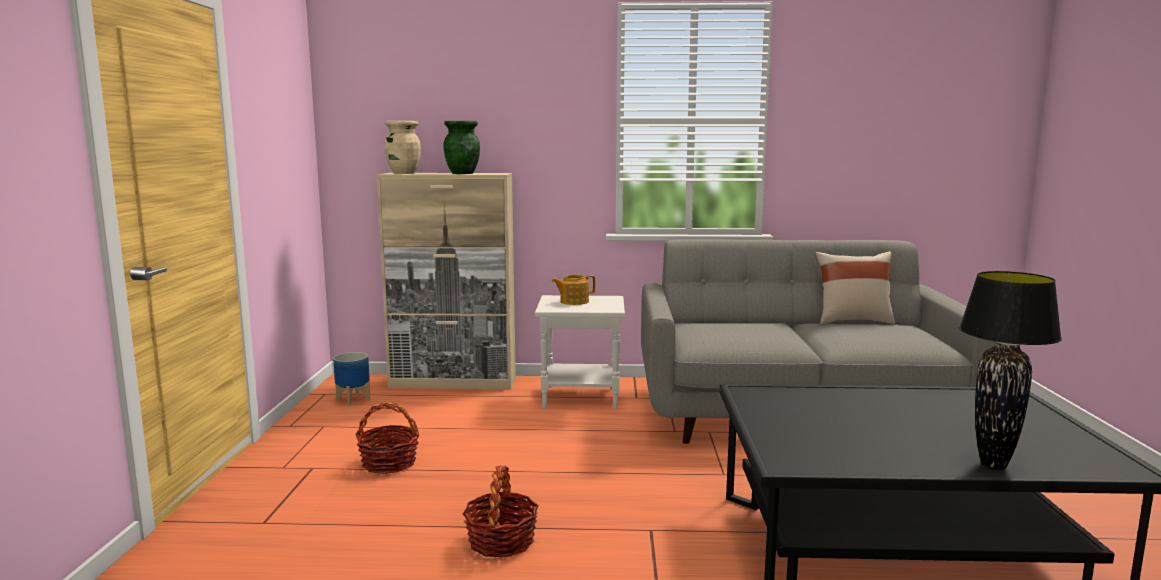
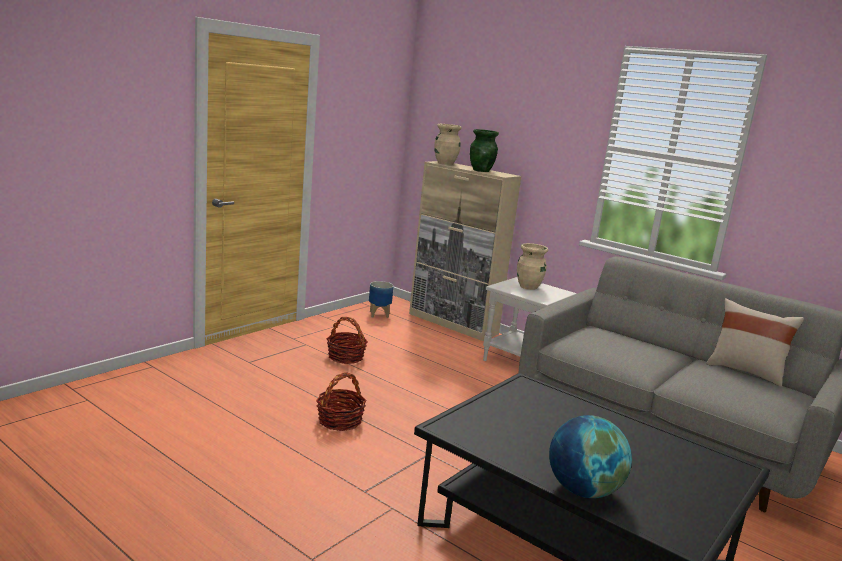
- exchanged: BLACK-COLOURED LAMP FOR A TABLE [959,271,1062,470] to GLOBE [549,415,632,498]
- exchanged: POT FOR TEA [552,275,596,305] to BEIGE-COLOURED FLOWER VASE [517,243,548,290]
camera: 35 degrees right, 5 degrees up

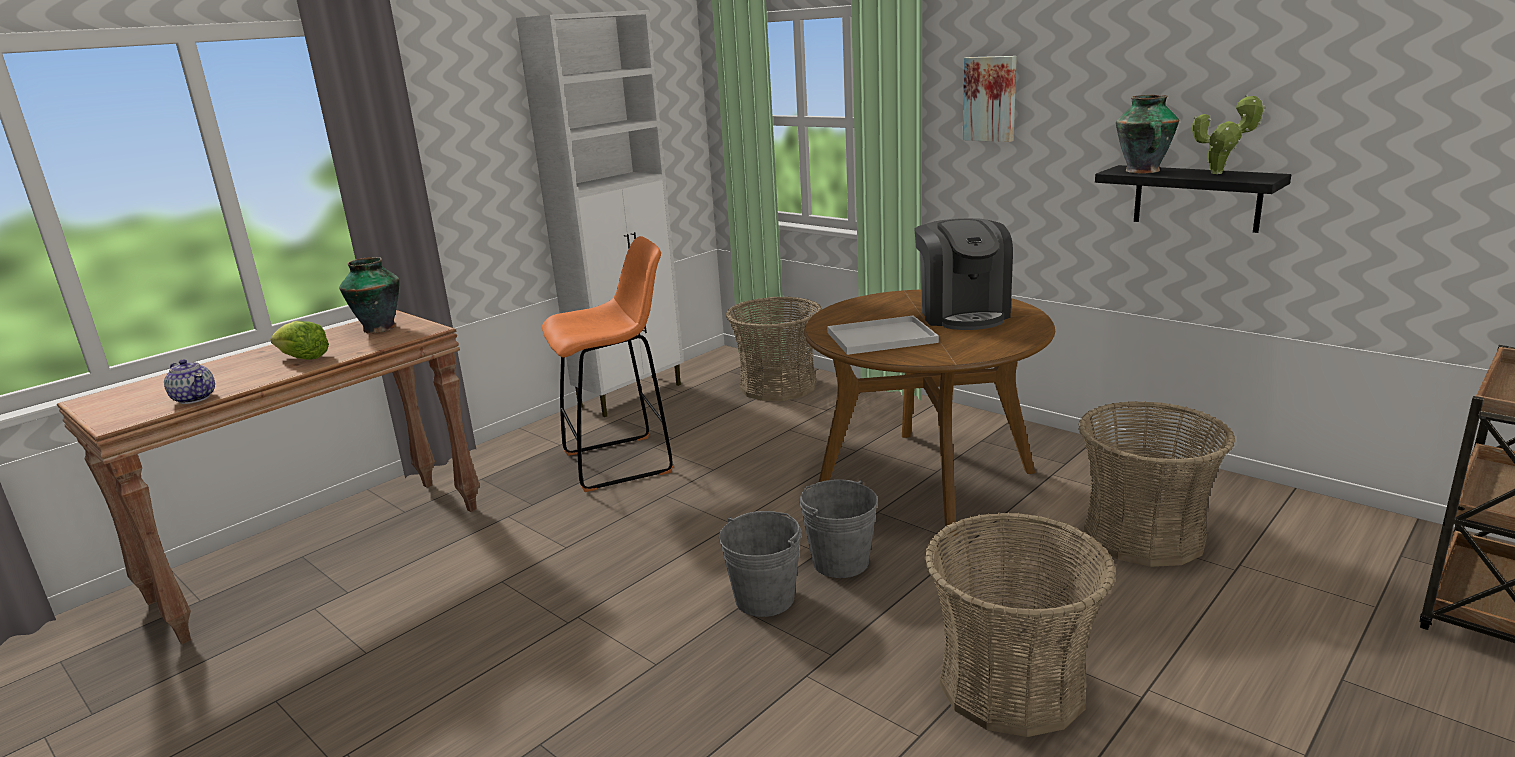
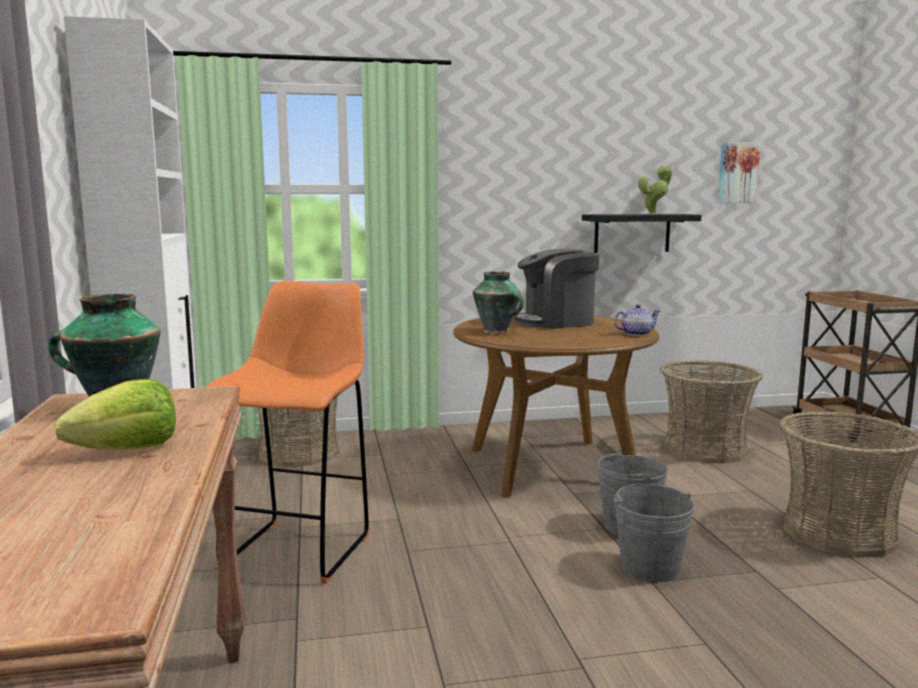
- relocated: WALL ART [963,56,1017,142] to [718,142,761,203]
- relocated: FLOWER VASE [1116,95,1179,173] to [473,271,524,334]
- spun: COFFEE BREWER [914,218,1013,330] = [514,249,599,329] 135 degrees clockwise
- missing: WHITE-COLOURED CARRYING TRAY [827,316,939,355]
- relocated: POT FOR TEA [164,359,215,404] to [614,304,660,336]
camera: 55 degrees left, 10 degrees down

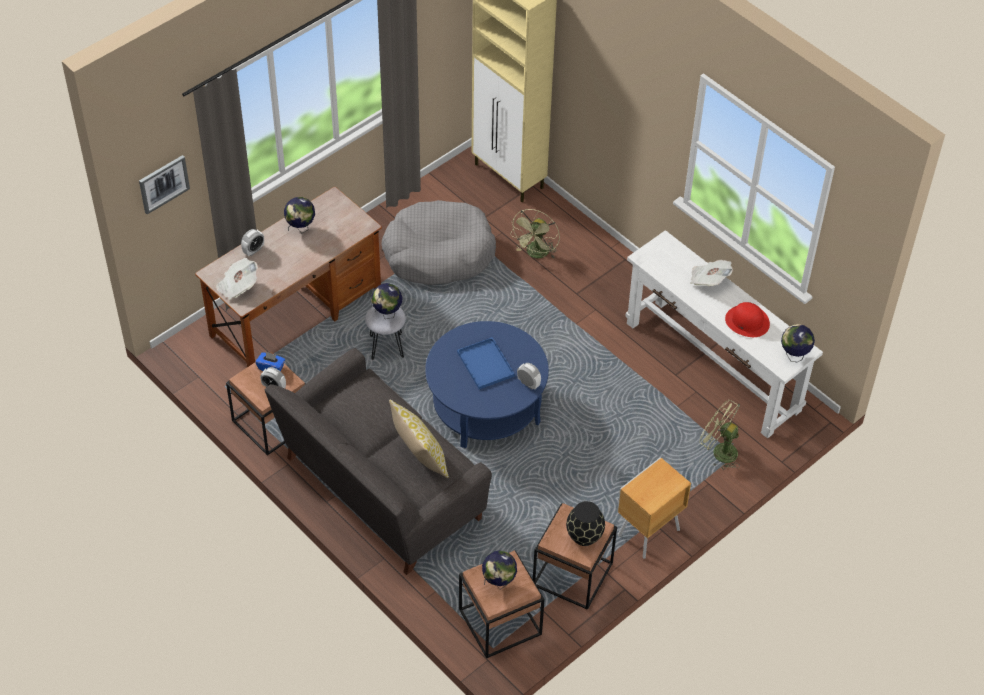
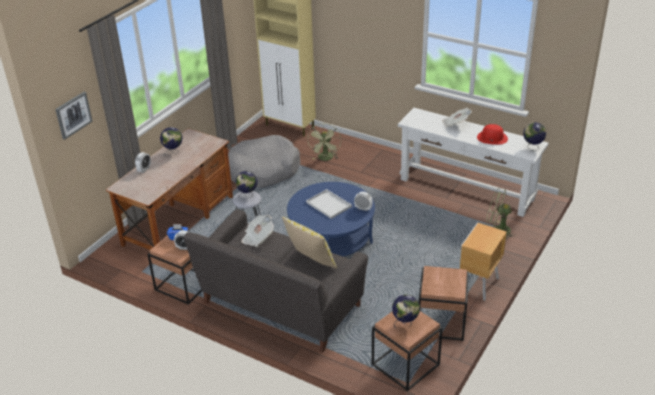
- relocated: NEWSPAPER [216,258,258,300] to [241,215,274,247]
- colour: BLUE CARRYING TRAY [457,337,515,389] to WHITE-COLOURED CARRYING TRAY [306,189,352,219]
- missing: BLACK-COLOURED FLOWER VASE [566,501,605,546]
camera: 15 degrees left, 15 degrees down

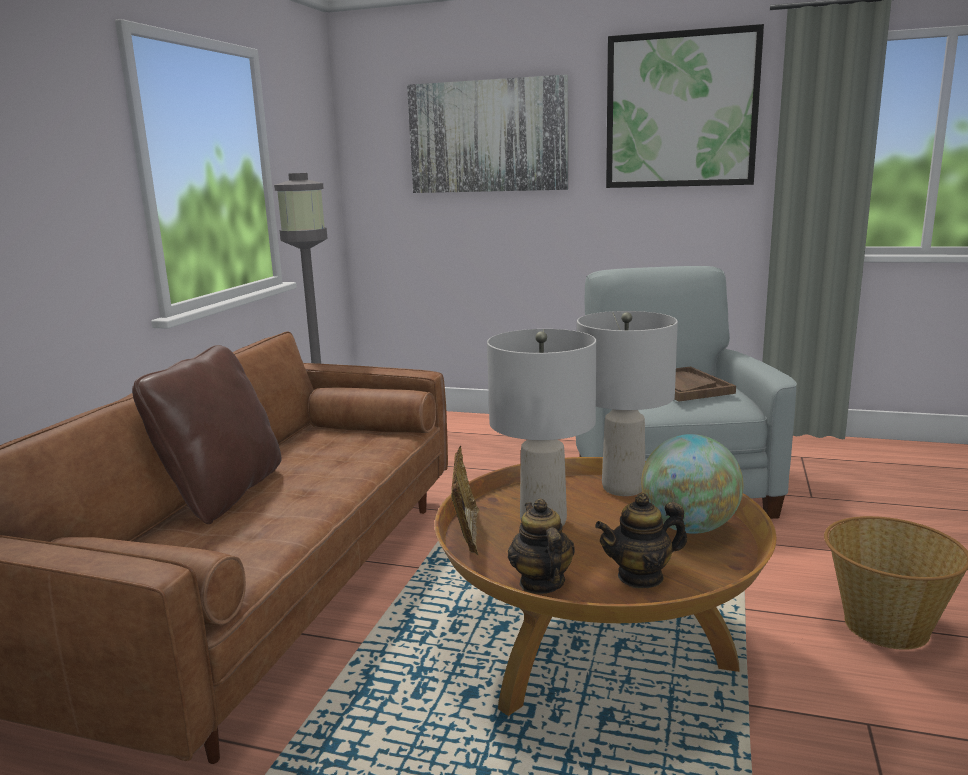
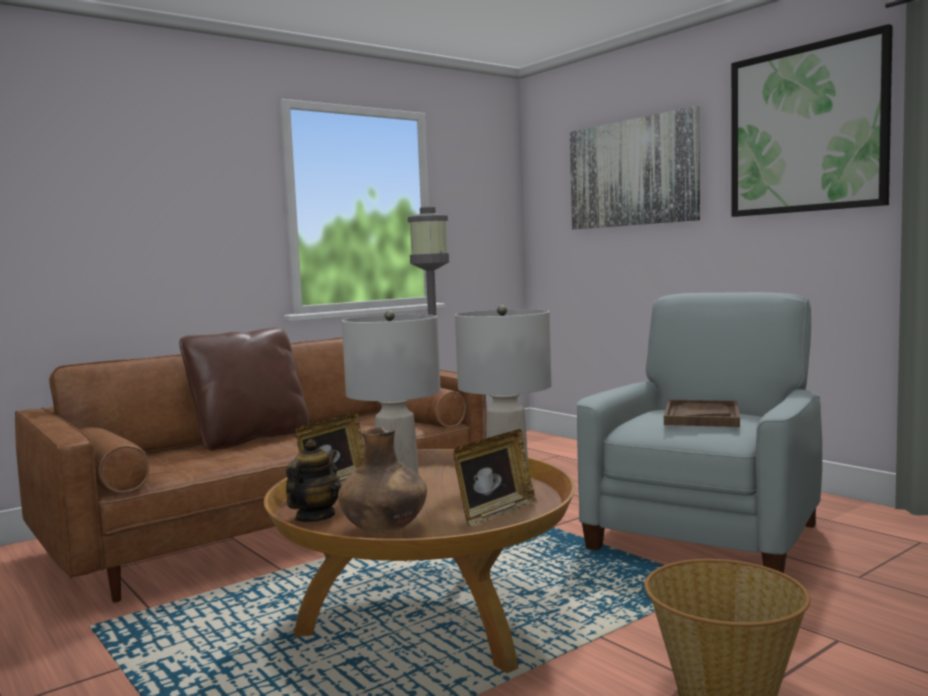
- exchanged: GLOBE [641,434,743,534] to STANDING FRAME [453,429,537,527]
- exchanged: POT FOR TEA [595,493,687,588] to BROWN-COLOURED FLOWER VASE [338,427,427,533]
camera: 35 degrees right, 10 degrees down

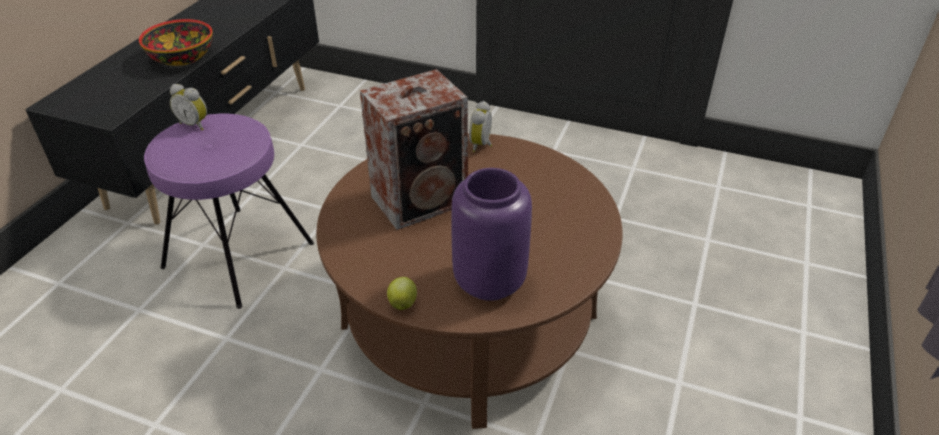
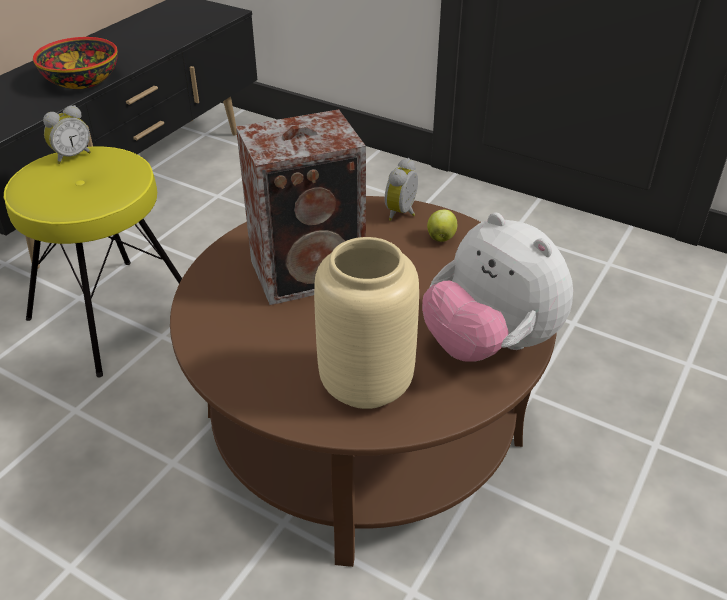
- spun: TABLE CLOCK [170,84,207,130] = [43,105,91,164] 75 degrees counterclockwise
- colour: PURPLE-COLOURED STOOL SEAT [144,114,314,309] to YELLOW-COLOURED STOOL SEAT [4,147,182,377]
- colour: PURPLE-COLOURED FLOWER VASE [451,168,532,301] to BEIGE-COLOURED FLOWER VASE [314,237,419,409]
- relocated: WHOLE APPLE [387,277,417,310] to [427,210,457,242]
- appeared: CUDDLY TOY [422,213,573,362]
camera: 10 degrees right, 0 degrees up

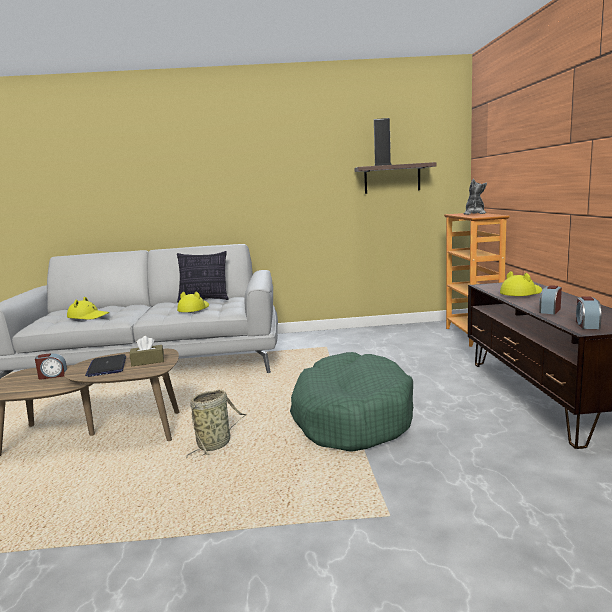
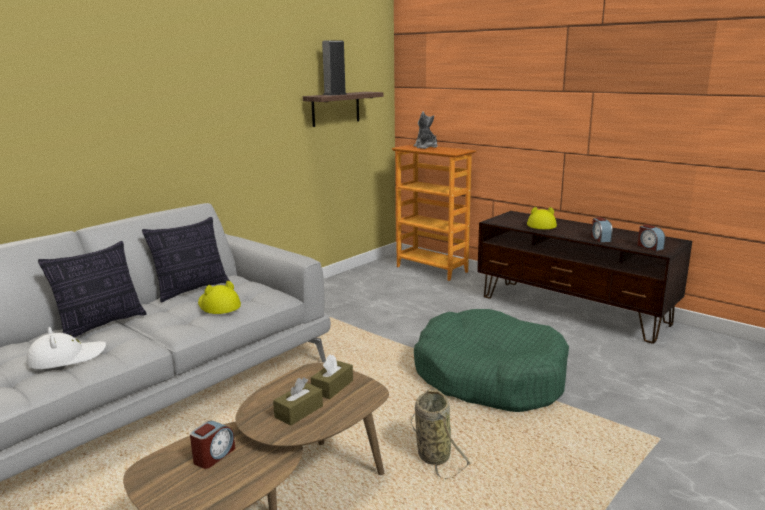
- colour: YELLOW-COLOURED CLOTHING HAT [67,297,109,320] to WHITE-COLOURED CLOTHING HAT [26,327,106,369]
- exchanged: LAPTOP [85,354,126,377] to BROWN-COLOURED TISSUE BOX [273,377,323,426]
- appeared: CUSHION [38,241,146,338]
camera: 45 degrees left, 5 degrees up

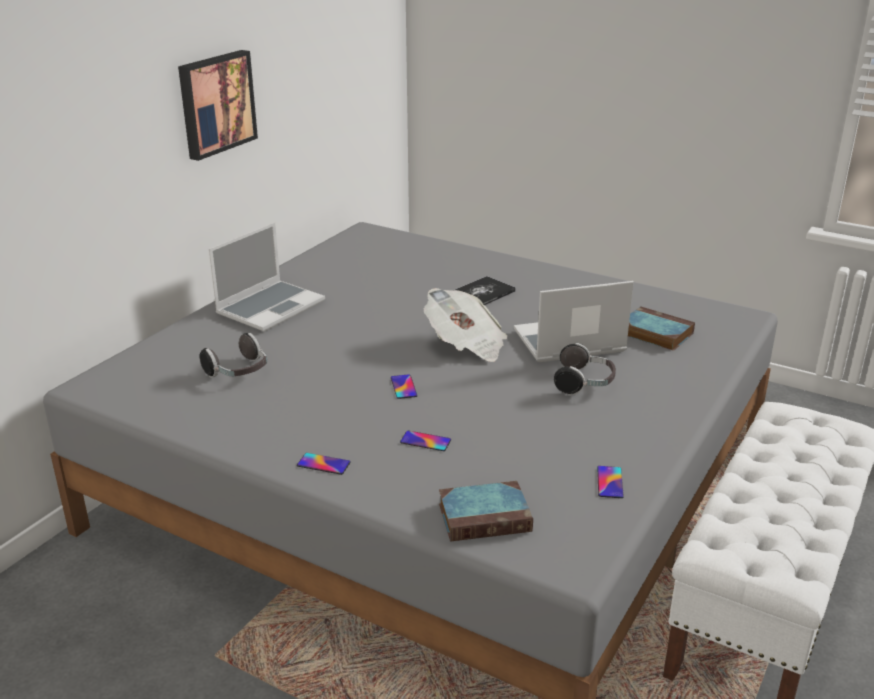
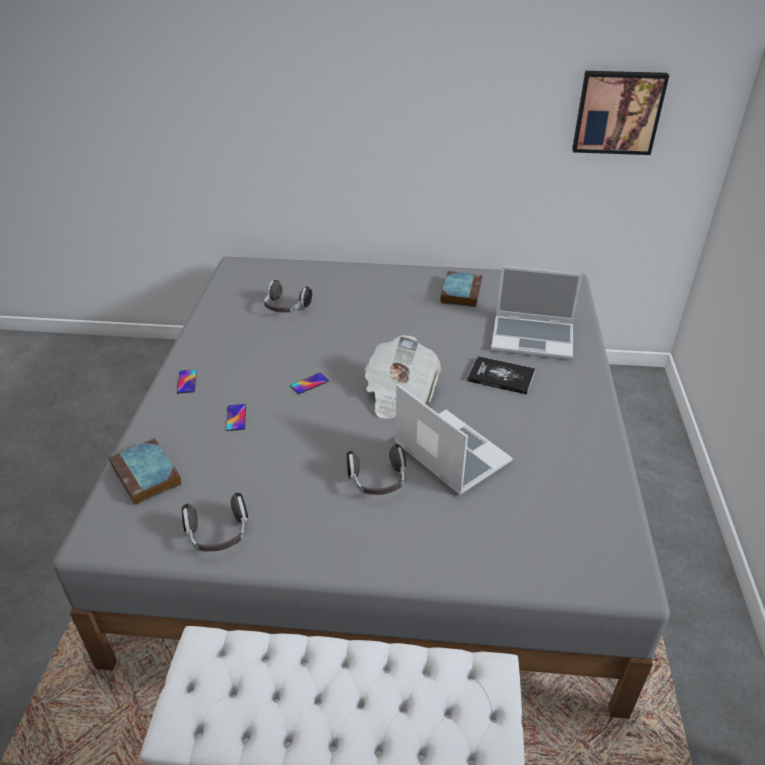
- relocated: WALL ART [178,50,258,161] to [572,71,669,155]
- relocated: LAPTOP [209,222,325,332] to [491,266,583,360]
- relocated: BOOK [628,306,695,351] to [440,271,482,307]
- exchanged: TELEPHONE [597,466,624,498] to HEADSET [182,493,248,551]
camera: 65 degrees right, 10 degrees up

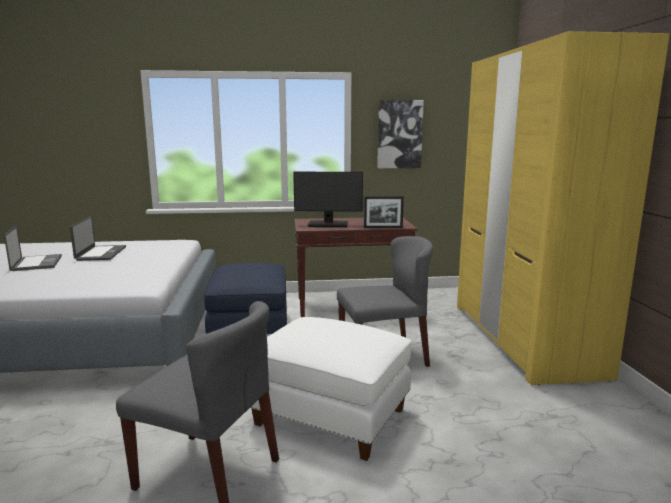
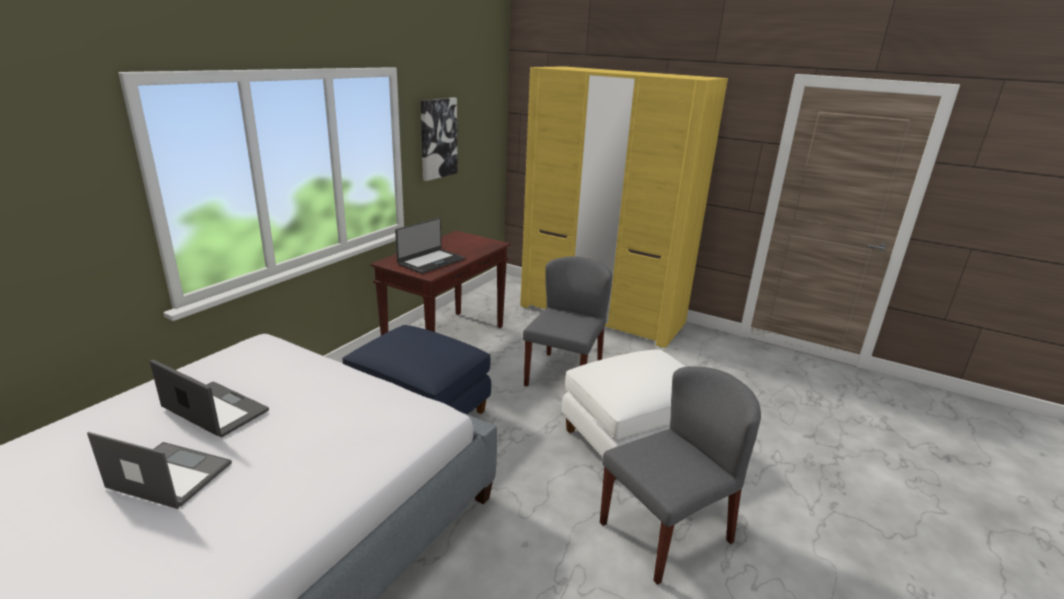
- exchanged: COMPUTER DISPLAY [293,172,363,227] to LAPTOP [395,218,465,274]
- missing: STANDING FRAME [364,196,404,228]
camera: 55 degrees left, 10 degrees up

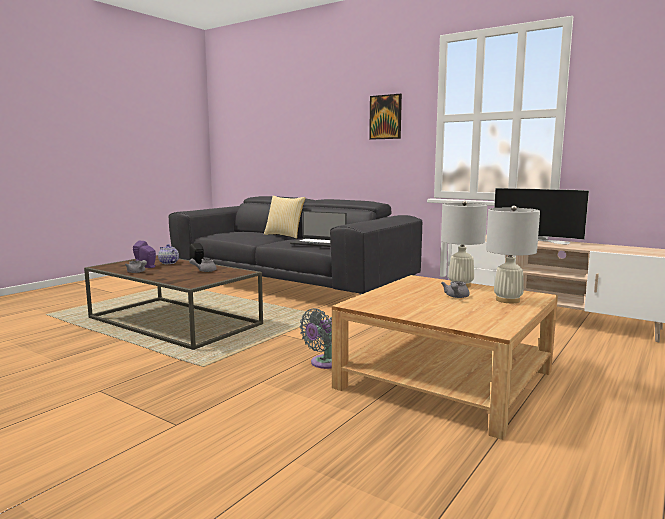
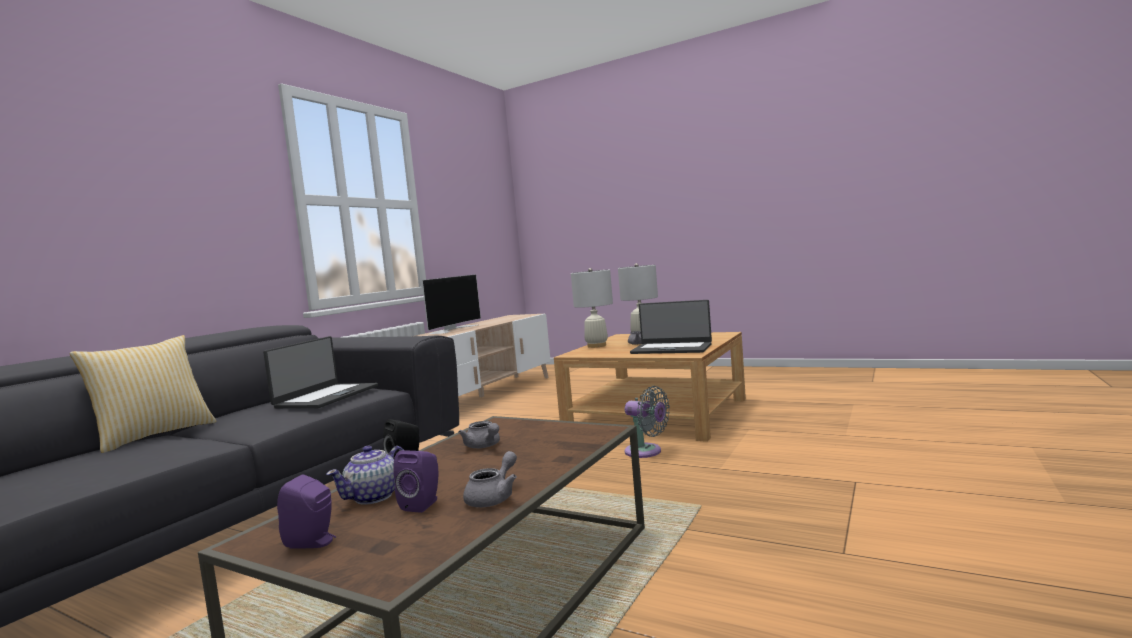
- missing: WALL ART [369,94,402,140]
- appeared: LAPTOP [630,300,712,354]
camera: 95 degrees left, 5 degrees down

